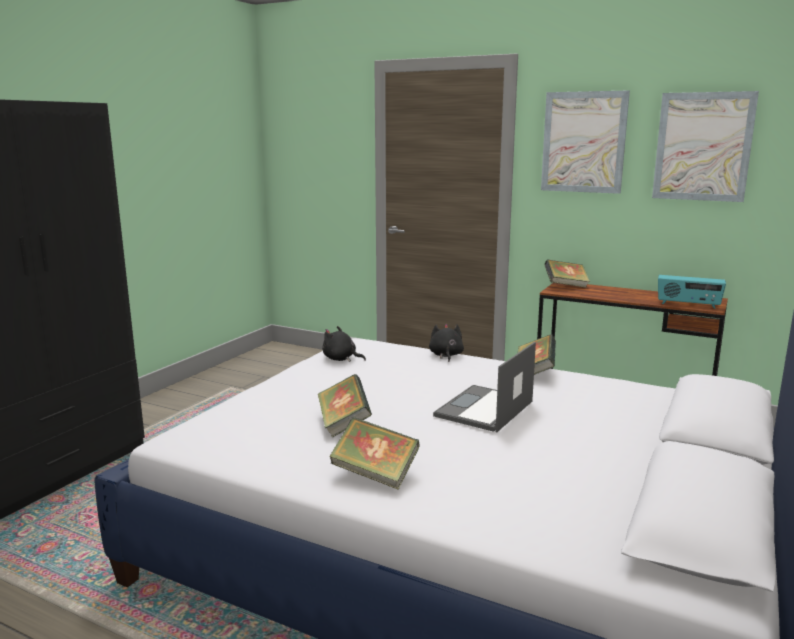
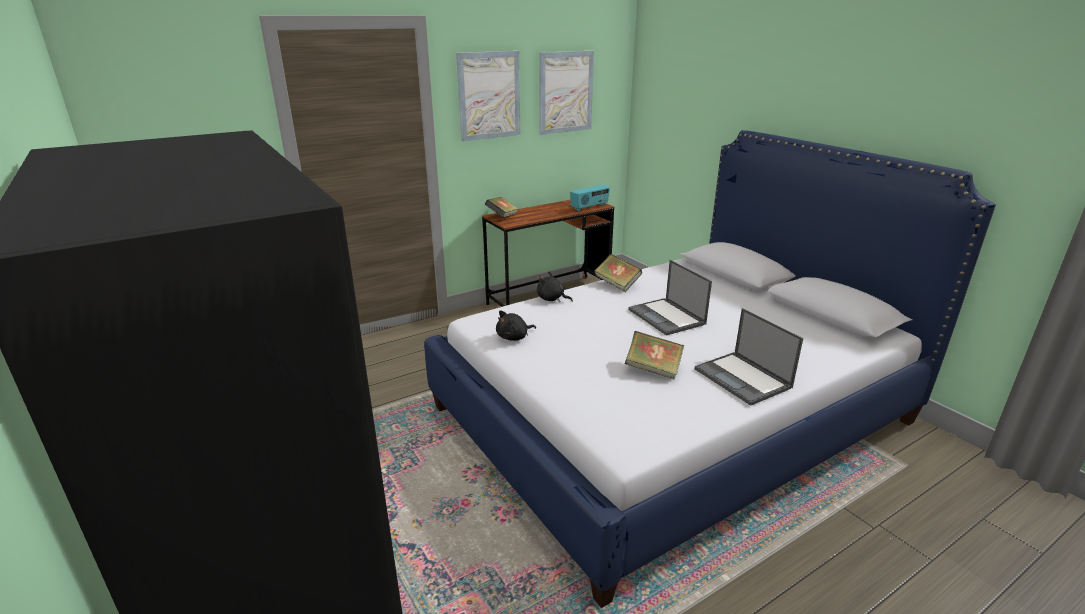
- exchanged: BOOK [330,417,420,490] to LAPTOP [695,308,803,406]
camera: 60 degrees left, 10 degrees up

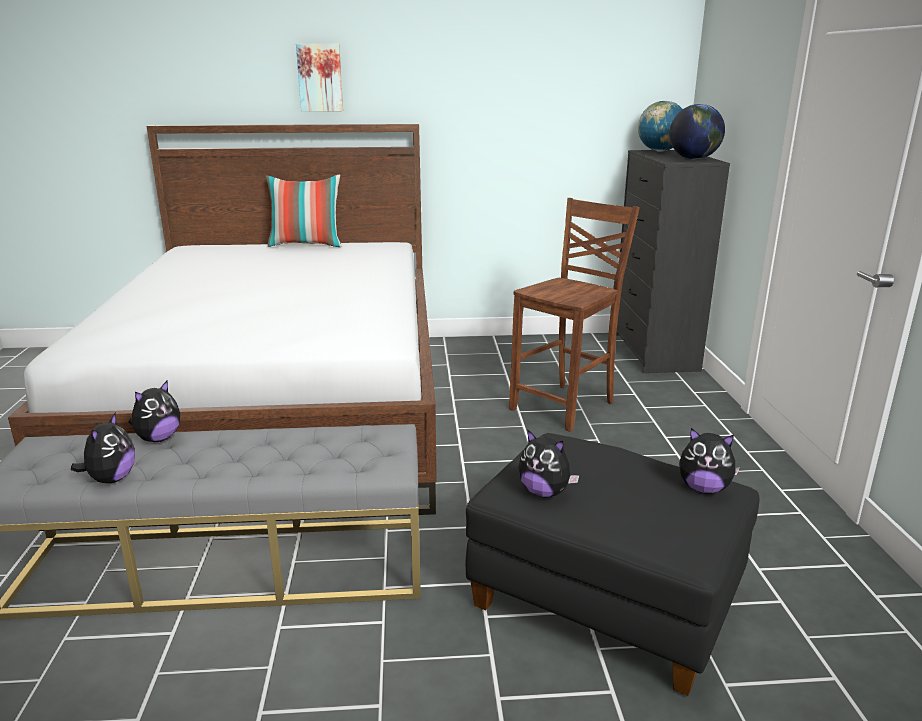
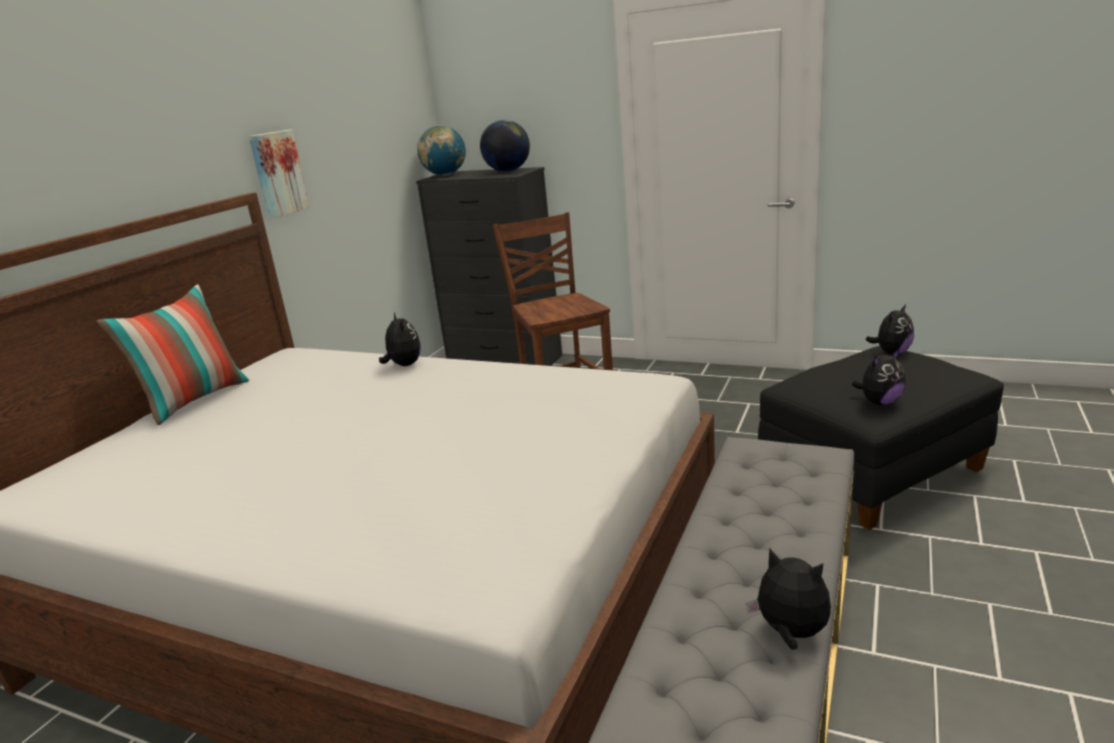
- relocated: WALL ART [296,43,343,112] to [249,130,310,218]
- relocated: CUDDLY TOY [128,380,180,442] to [379,312,421,366]
camera: 60 degrees left, 0 degrees up

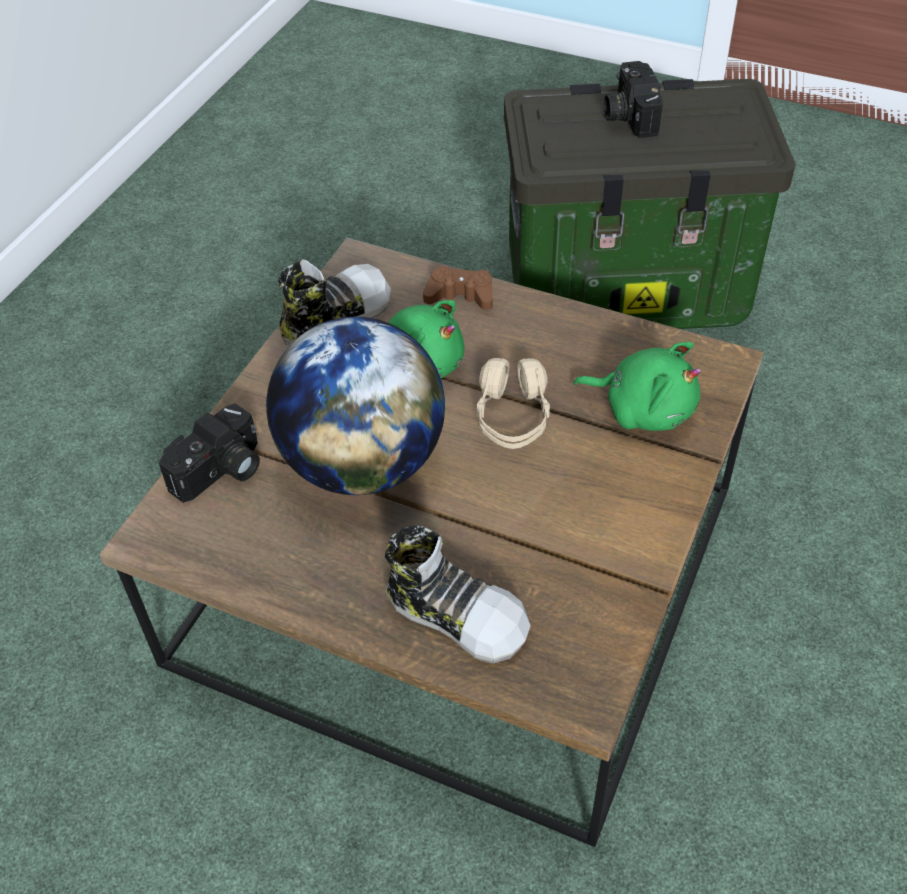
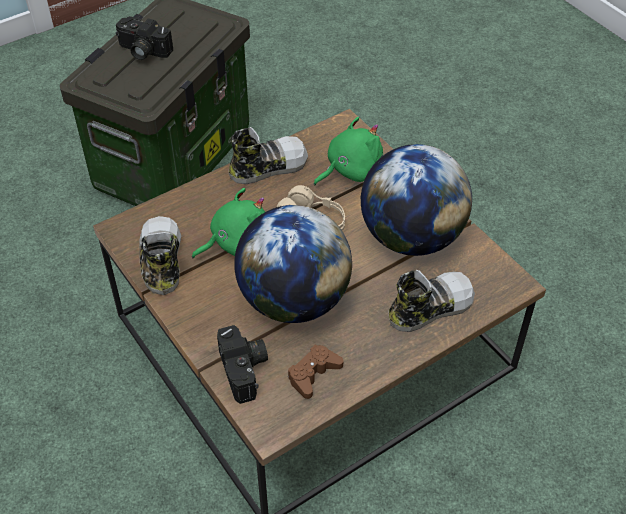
- relocated: BROWN-COLOURED GAMEPAD [423,266,493,310] to [288,345,344,399]
- appeared: ITEM OF FOOTWEAR [229,127,308,184]
- appeared: GLOBE [361,144,472,256]
camera: 60 degrees left, 0 degrees up

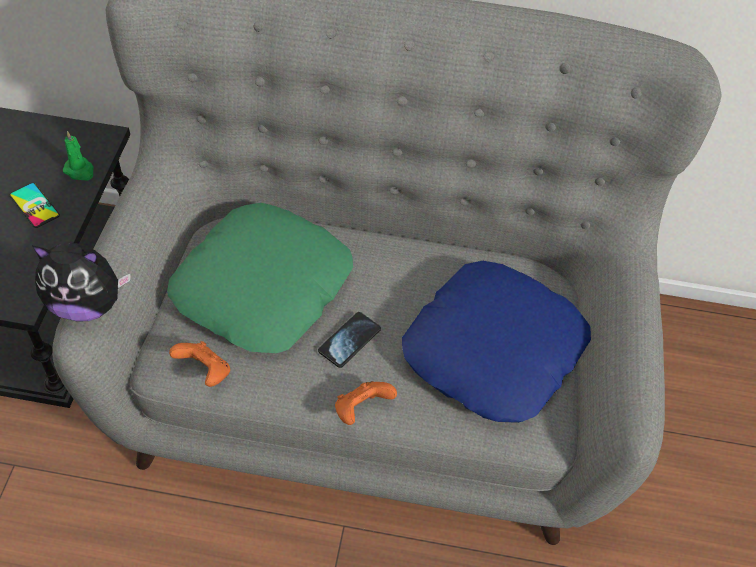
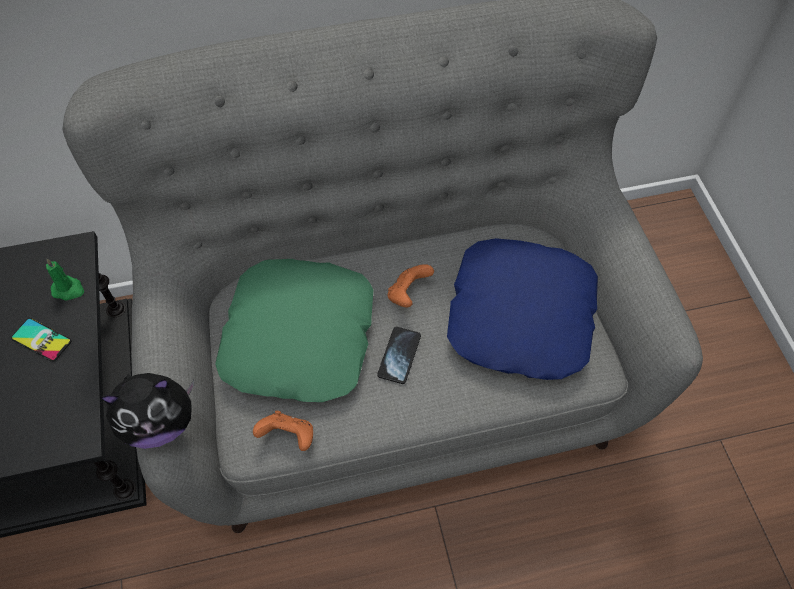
- relocated: ORANGE GAMEPAD [335,381,397,425] to [388,264,434,307]
camera: 20 degrees left, 5 degrees up

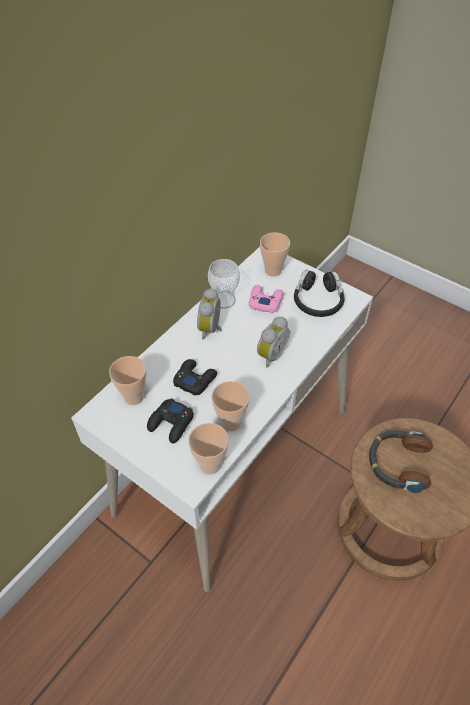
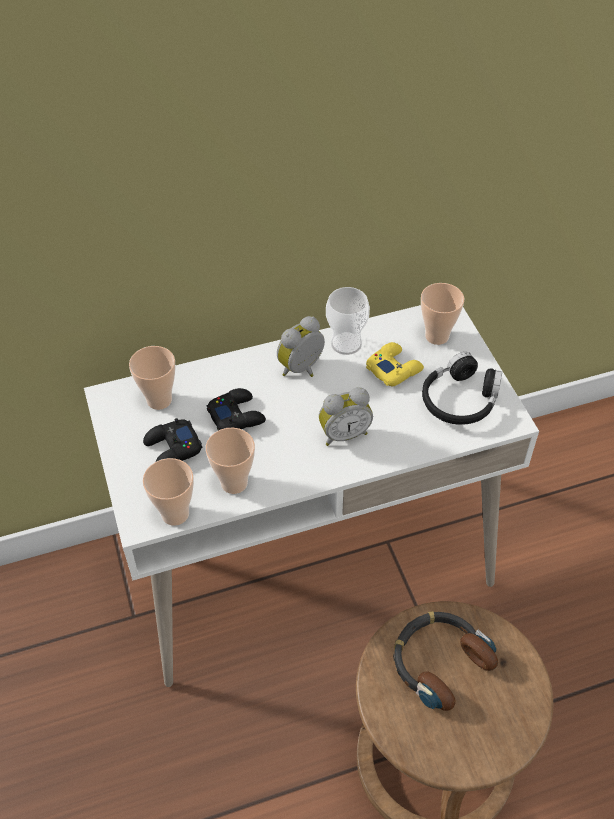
- colour: PINK GAMEPAD [249,285,284,313] to YELLOW-COLOURED GAMEPAD [366,342,424,386]
camera: 35 degrees right, 0 degrees up

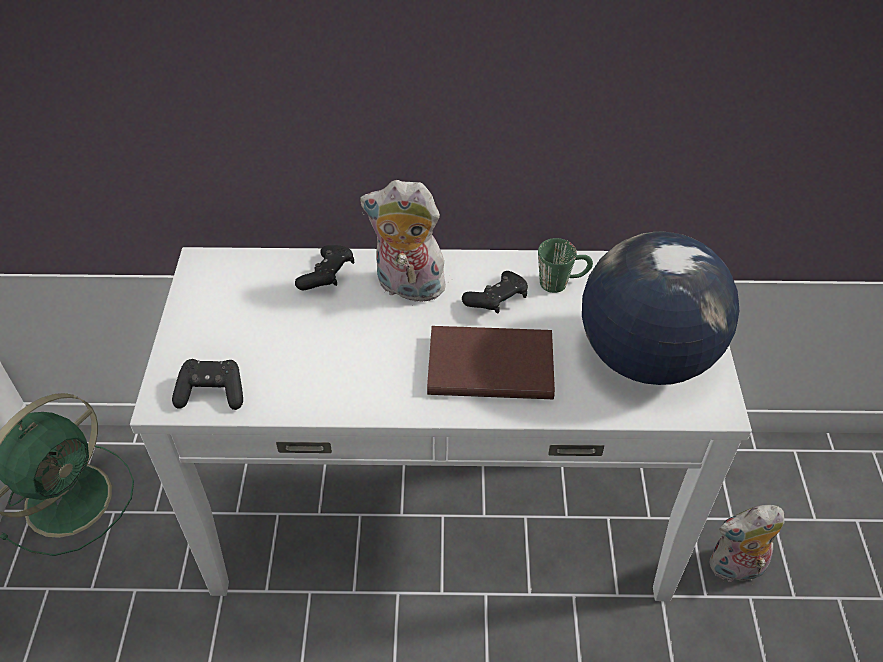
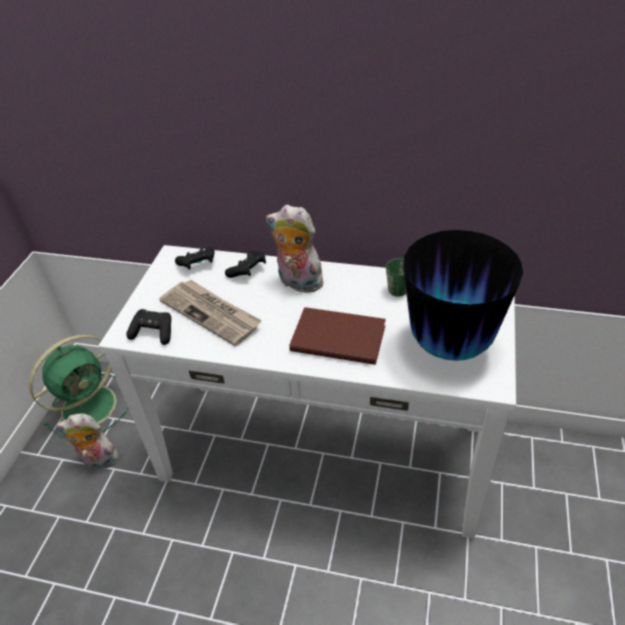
- exchanged: GLOBE [582,232,739,385] to FLOWER VASE [403,230,523,361]
- relocated: BLACK-COLOURED GAMEPAD [462,271,528,313] to [175,247,215,270]
- relocated: CUDDLY TOY [710,505,785,585] to [56,413,121,469]
- appeared: NEWSPAPER [159,279,262,346]
camera: 15 degrees right, 5 degrees down

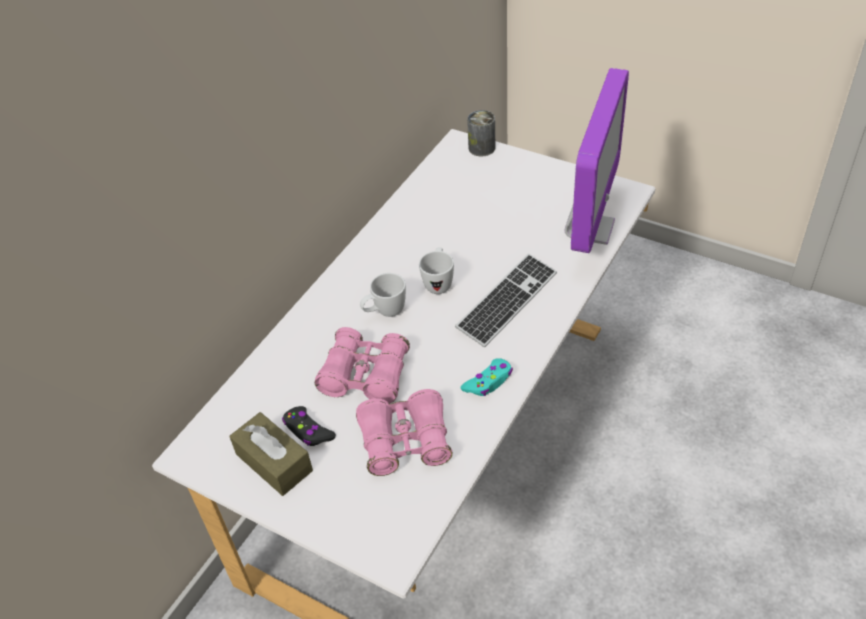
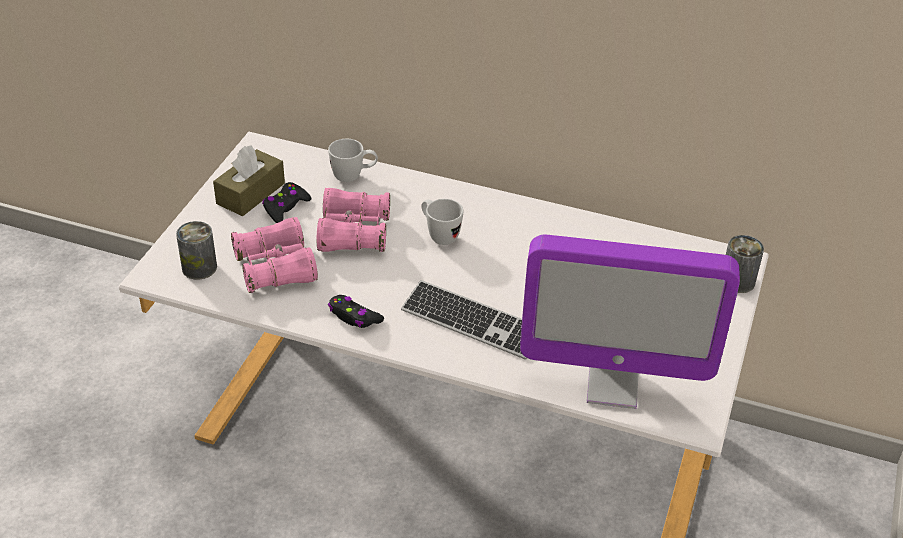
- relocated: WHITE-COLOURED COFFEE MUG [419,247,454,294] to [328,139,378,182]
- colour: BLUE-GREEN GAMEPAD [461,358,513,396] to BLACK-COLOURED GAMEPAD [328,295,384,328]
- appeared: SEALED CAN [176,221,217,280]
camera: 75 degrees right, 5 degrees down

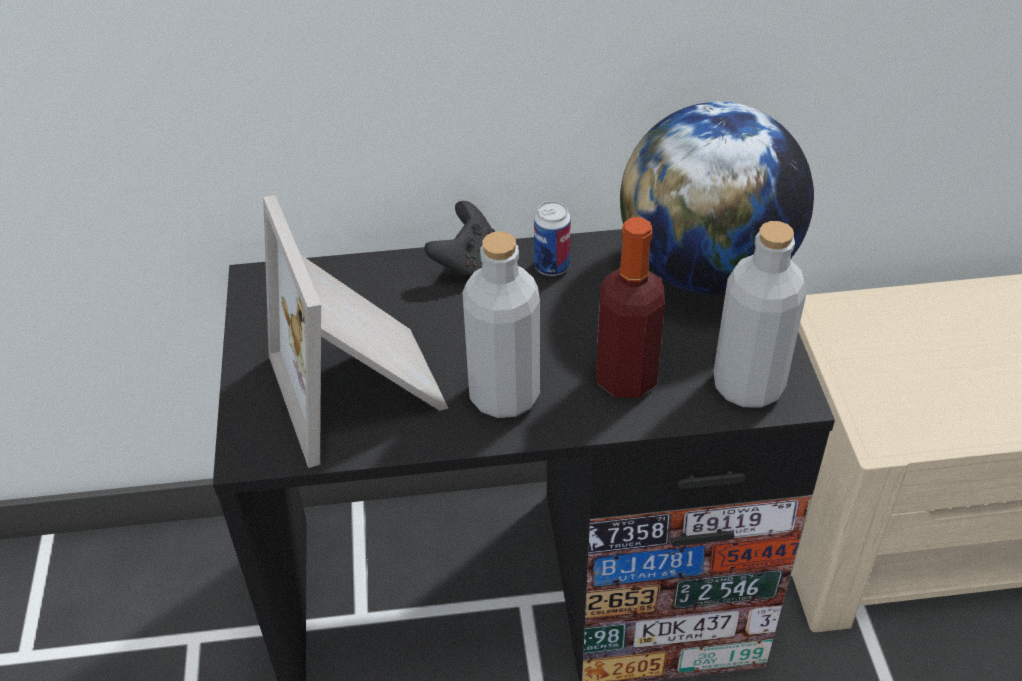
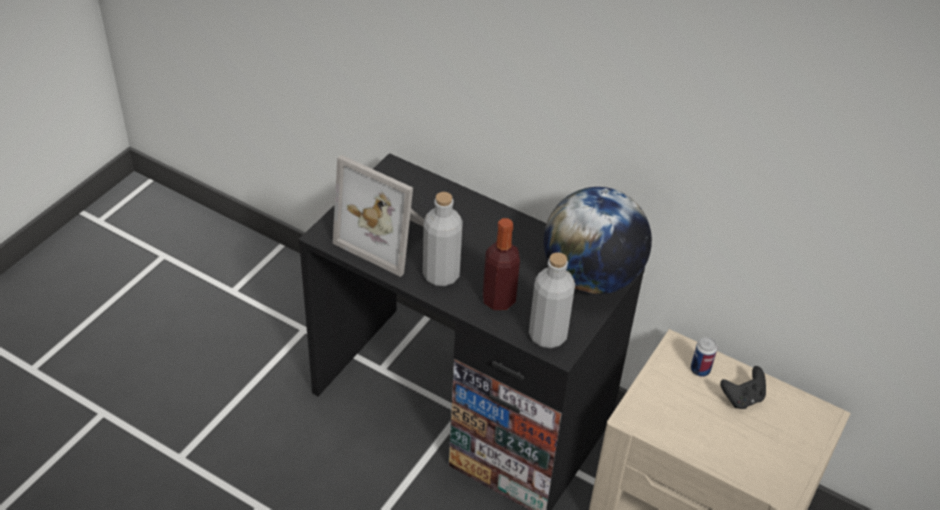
- spun: STANDING FRAME [263,195,448,468] = [333,155,424,277] 75 degrees counterclockwise
- relocated: BLACK-COLOURED GAMEPAD [424,201,496,280] to [720,366,766,409]
- relocated: SEALED CAN [534,201,571,276] to [691,337,717,377]
camera: 35 degrees right, 0 degrees up

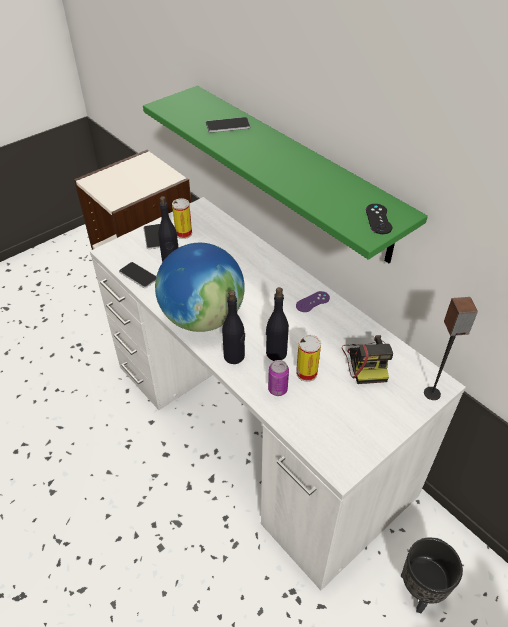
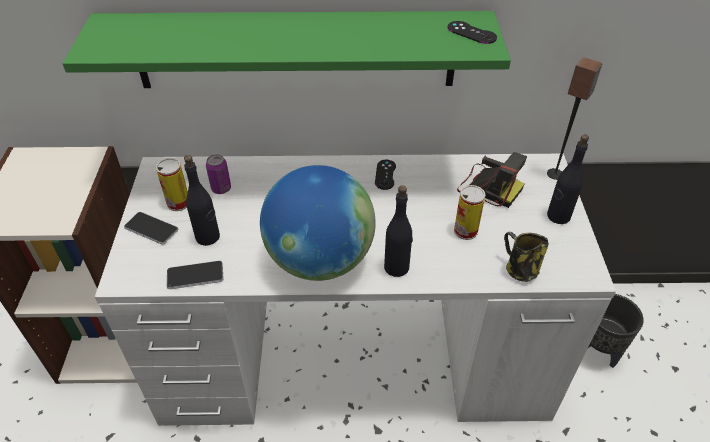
- missing: TELEPHONE [206,117,251,133]
- relocated: BLACK-COLOURED DRINK BOTTLE [266,287,289,361] to [547,134,589,224]
- colour: PURPLE-COLOURED GAMEPAD [296,291,330,312] to BLACK-COLOURED GAMEPAD [375,160,396,190]
- relocated: SEALED CAN [268,360,289,396] to [206,154,231,194]
- appeared: COFFEE MUG [504,232,549,282]
camera: 50 degrees left, 0 degrees up

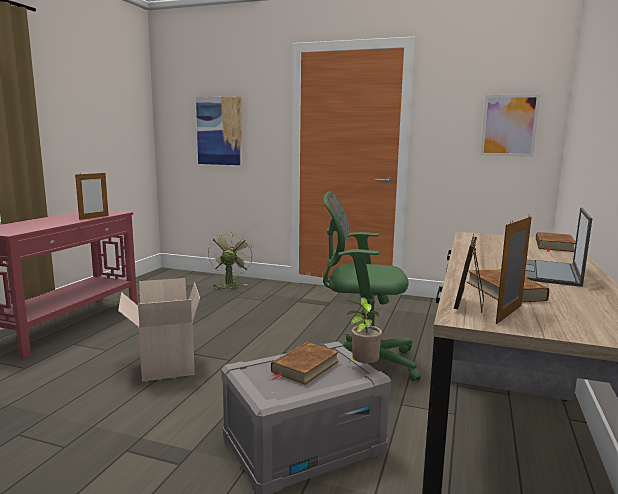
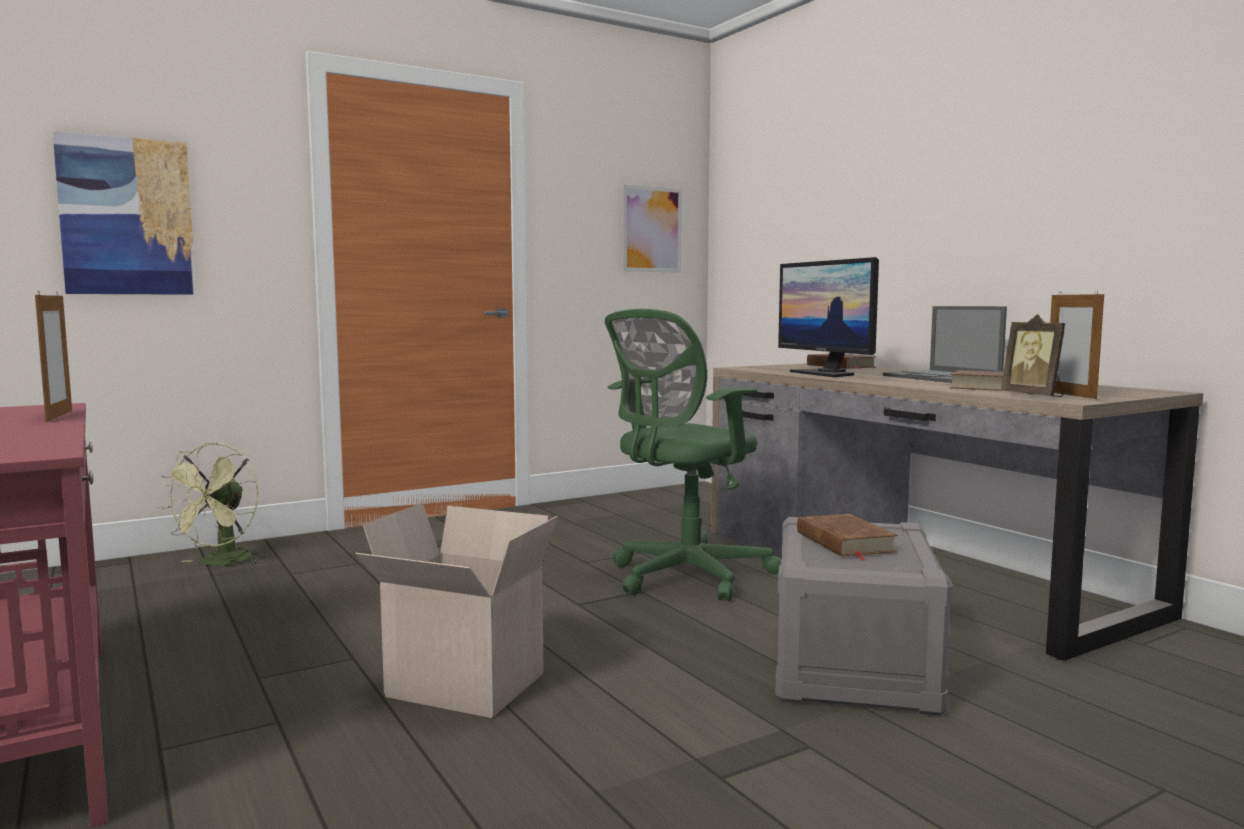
- spun: GREENISH COOLING FAN [208,231,253,291] = [158,443,268,566] 120 degrees counterclockwise
- missing: POTTED PLANT [347,297,382,364]
- appeared: COMPUTER DISPLAY [778,257,879,377]
camera: 50 degrees left, 5 degrees down

